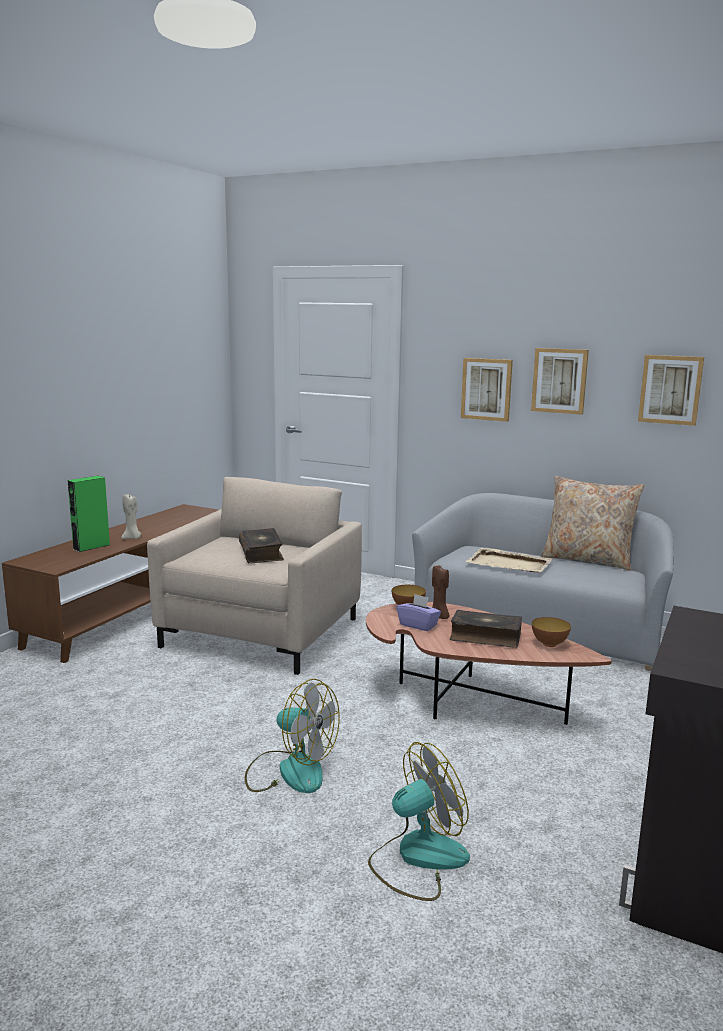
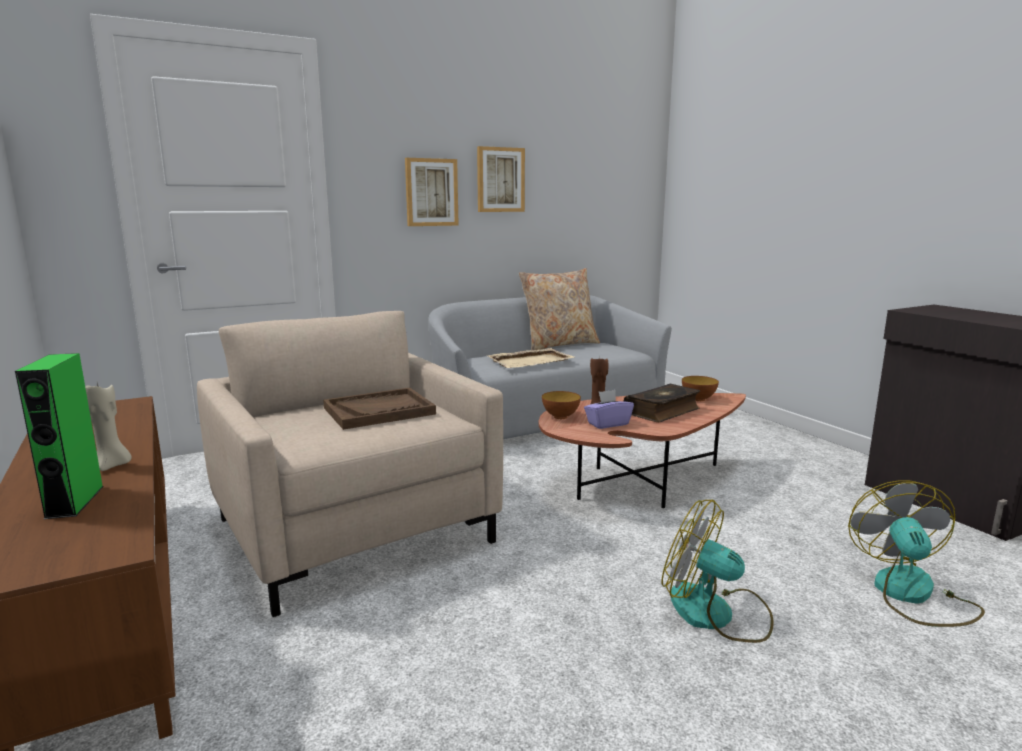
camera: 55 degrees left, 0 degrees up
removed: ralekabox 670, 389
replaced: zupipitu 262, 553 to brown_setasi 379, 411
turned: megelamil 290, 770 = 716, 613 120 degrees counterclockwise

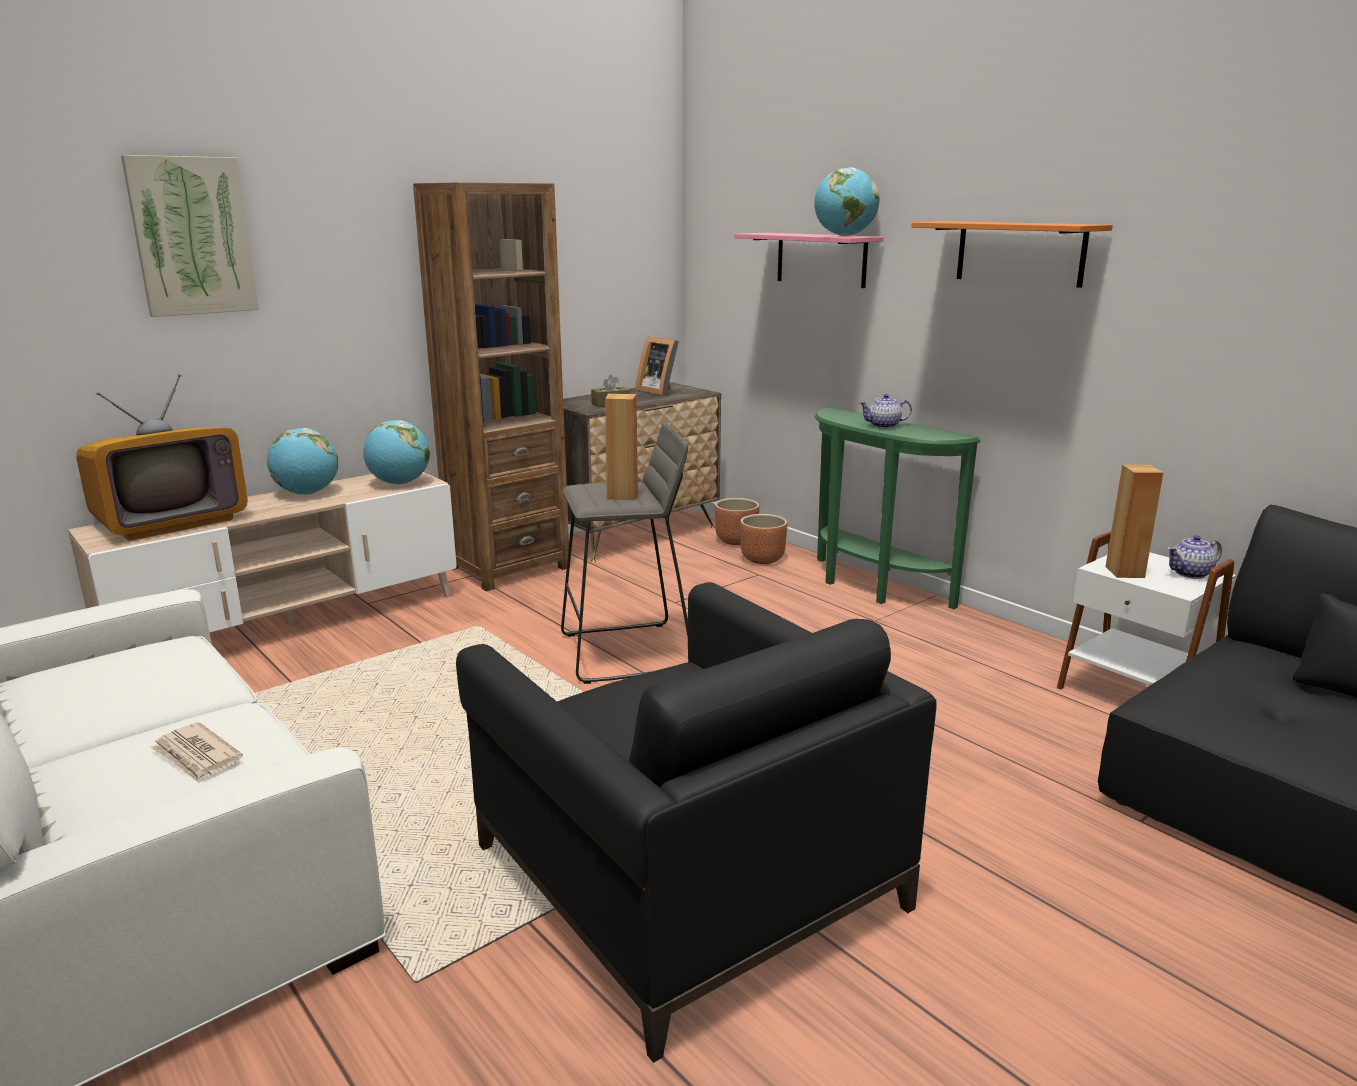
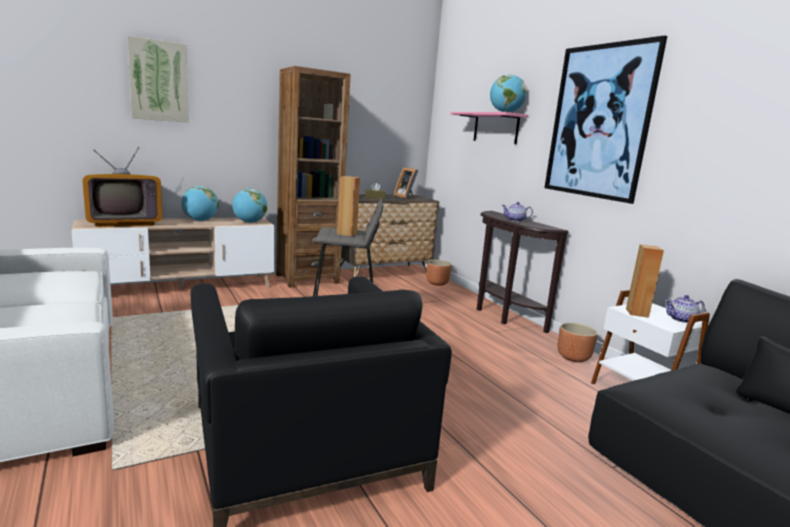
camera: 10 degrees right, 5 degrees down
removed: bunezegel 196, 756
moved: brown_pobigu 762, 559 to 573, 358
replaced: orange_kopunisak 1020, 253 to ralekabox 599, 122
recoloured: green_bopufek 870, 587 to brown_bopufek 501, 315

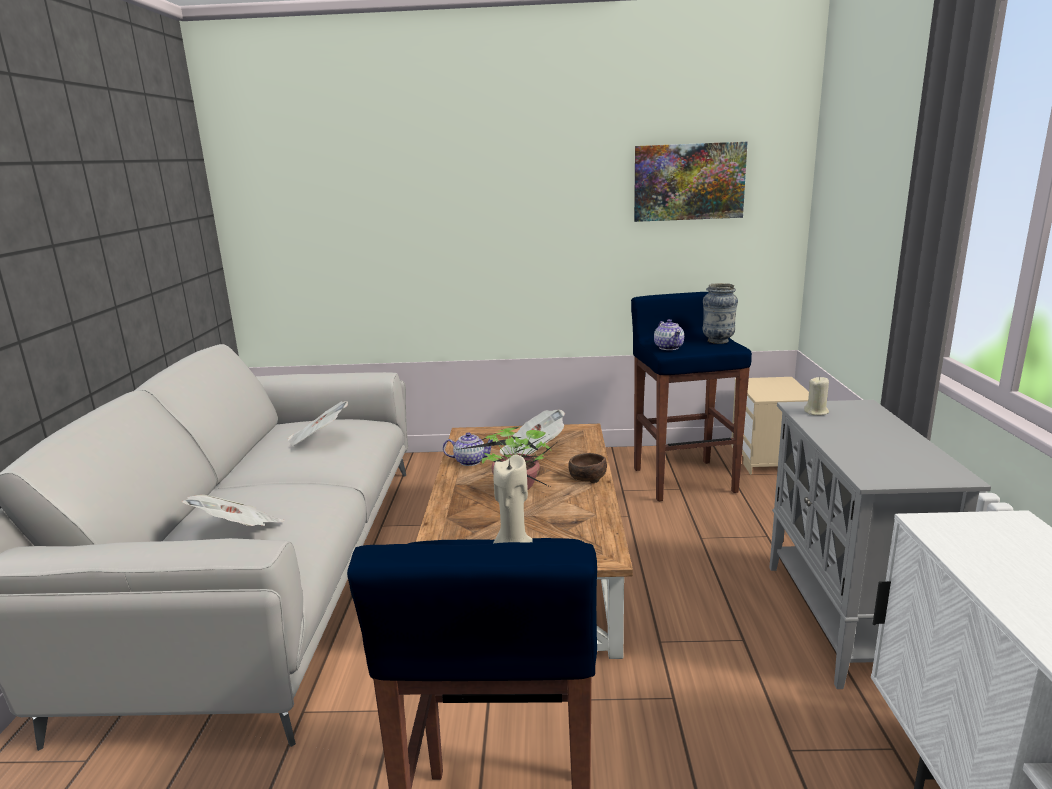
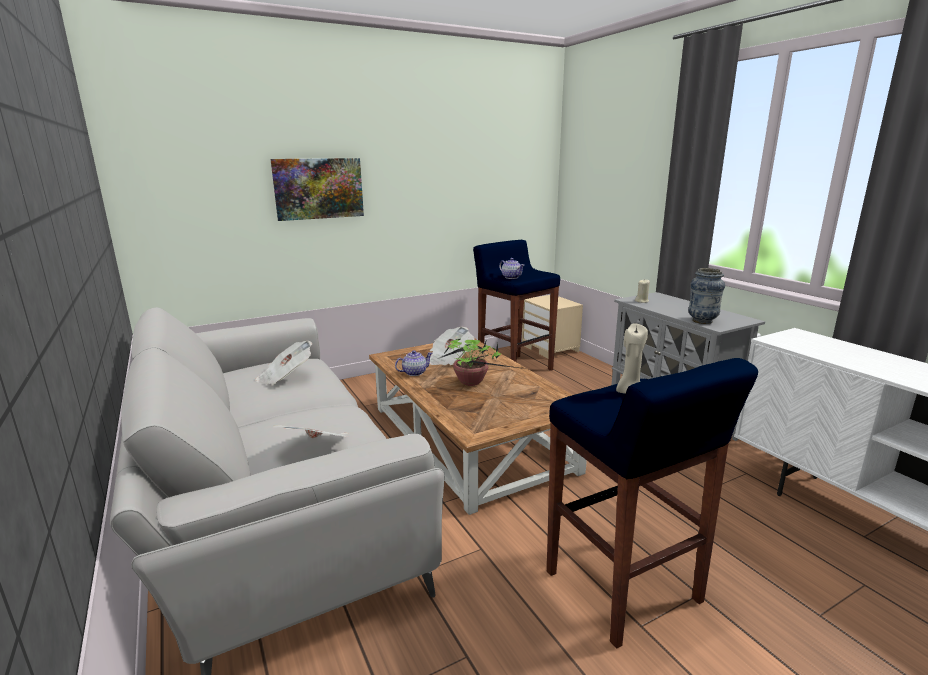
camera: 30 degrees left, 0 degrees up
removed: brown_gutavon 586, 478
moved: ralekabox 688, 182 to 318, 188; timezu 718, 341 to 702, 321

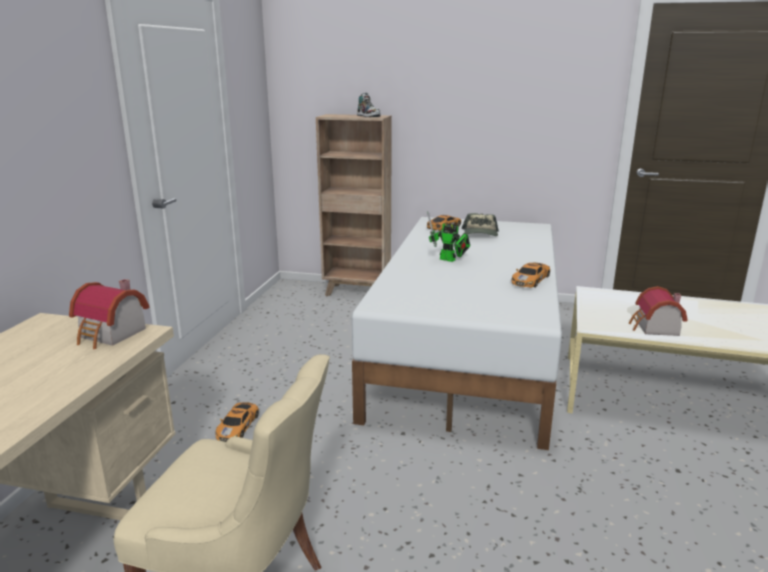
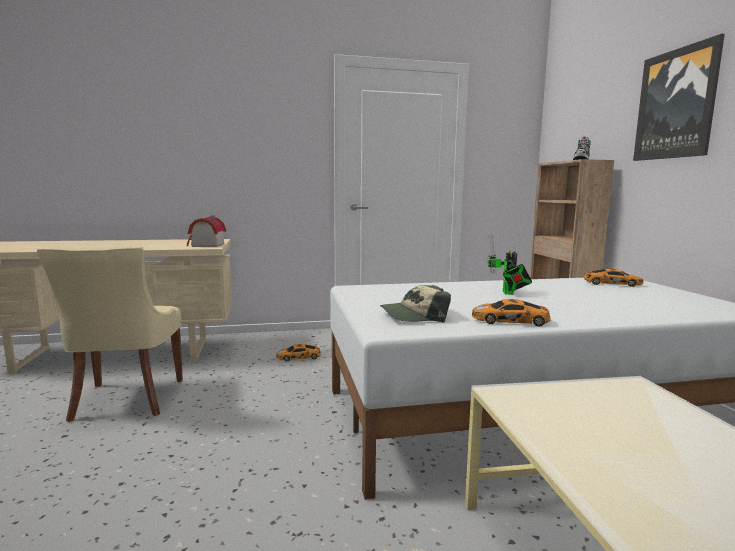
camera: 65 degrees right, 10 degrees down
removed: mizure 654, 328
added: ralekabox 676, 104
moved: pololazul 480, 234 to 414, 316

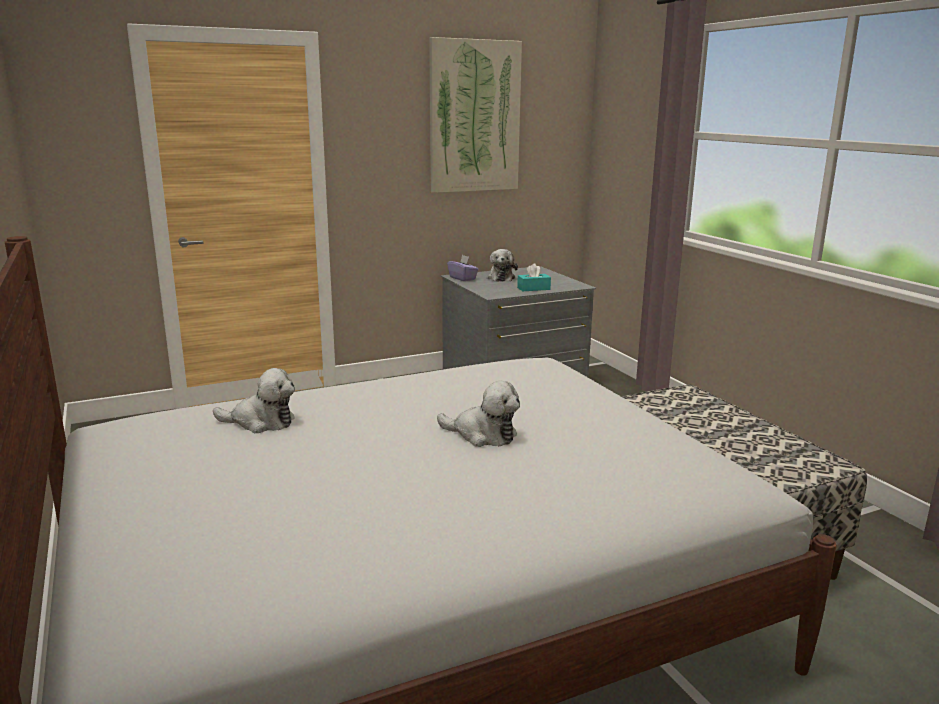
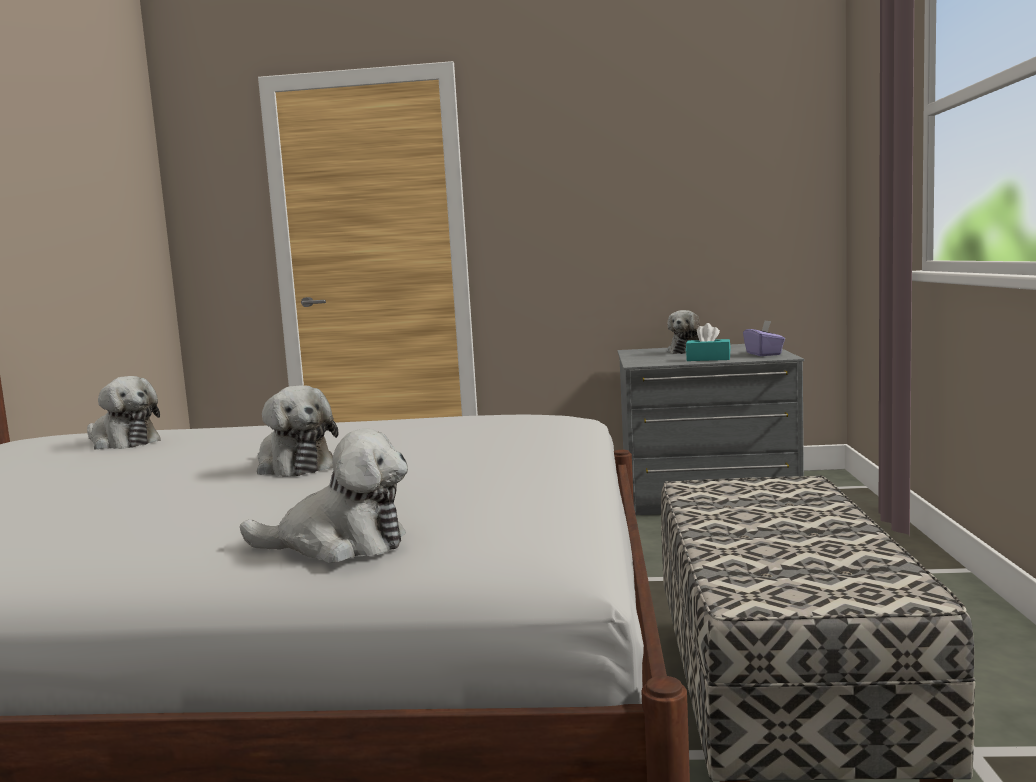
camera: 30 degrees right, 10 degrees down
removed: ralekabox 474, 117
added: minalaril 339, 544
moved: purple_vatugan 463, 278 to 764, 354

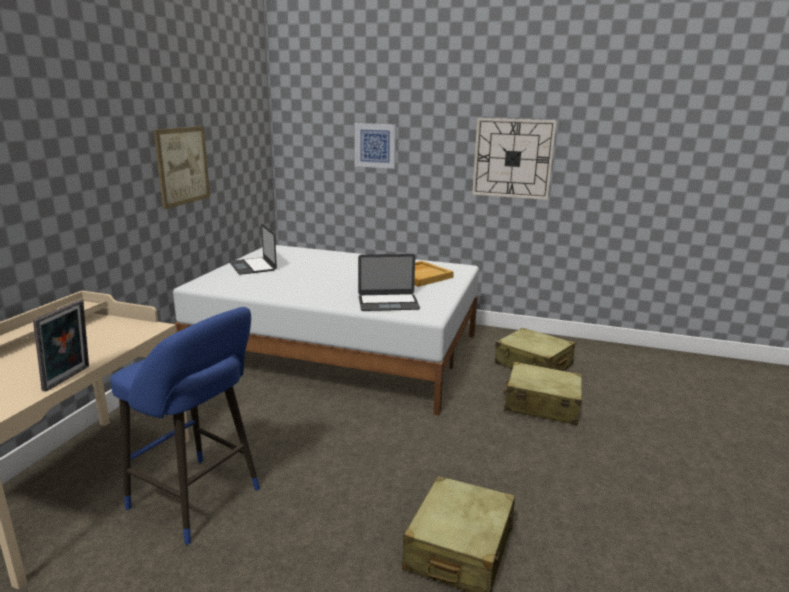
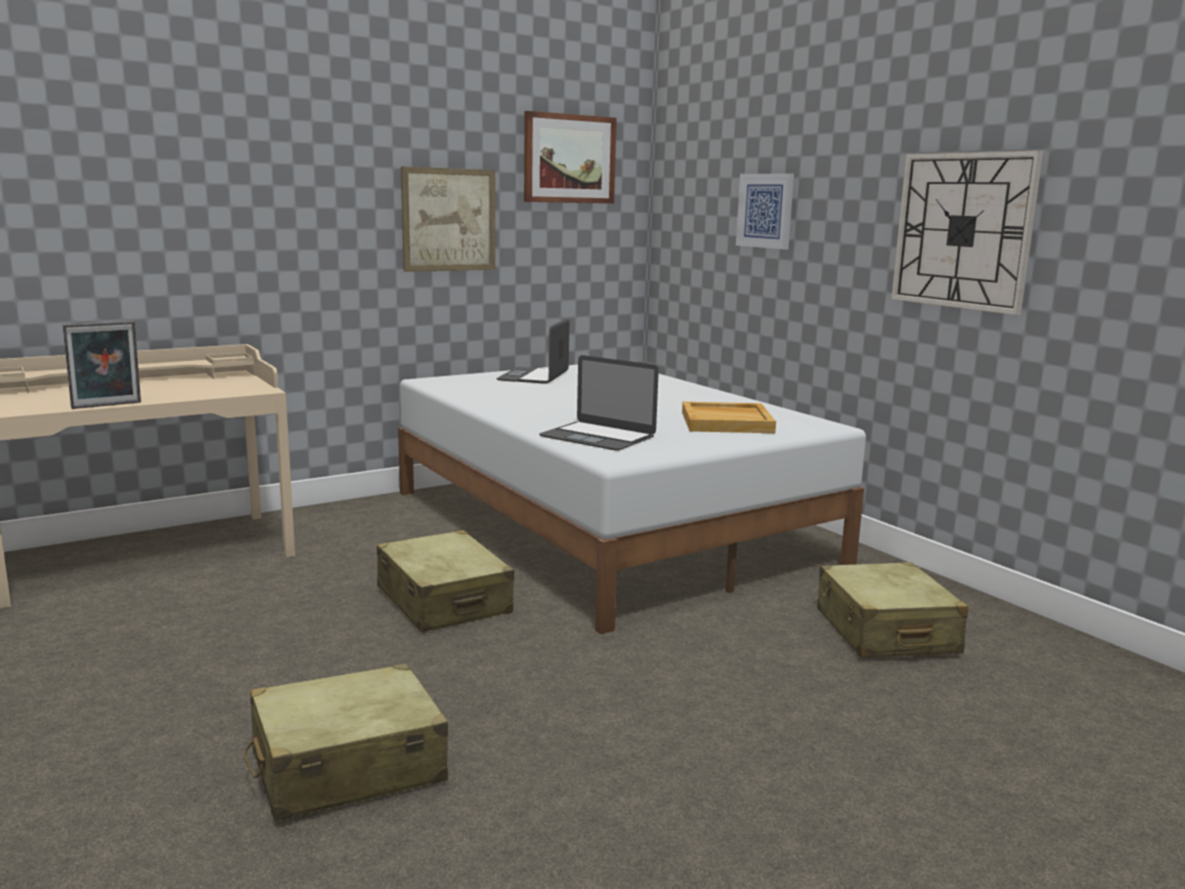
camera: 40 degrees right, 5 degrees down
removed: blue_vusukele 199, 501
added: ralekabox 569, 159
moved: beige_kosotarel 541, 405 to 444, 601

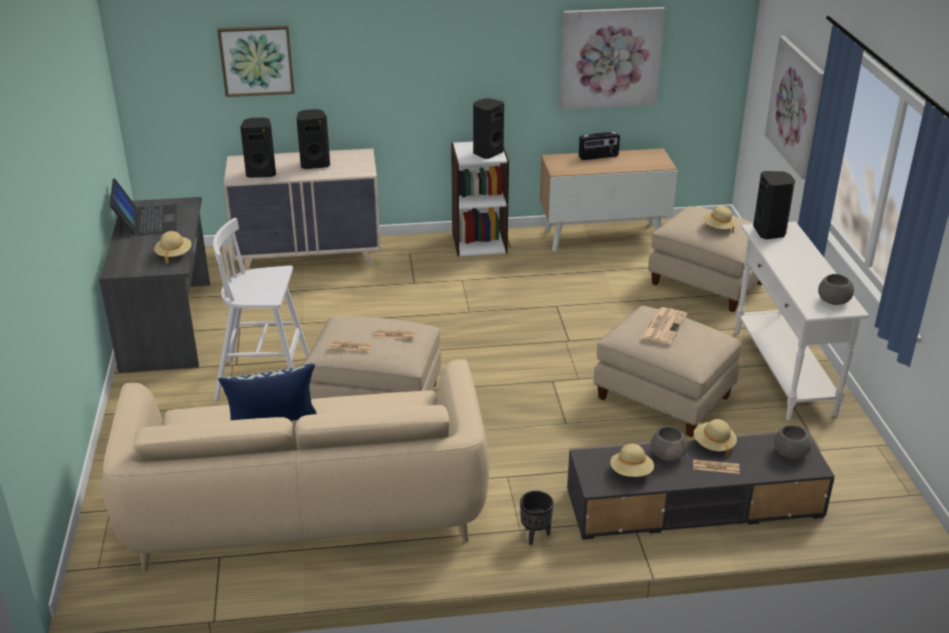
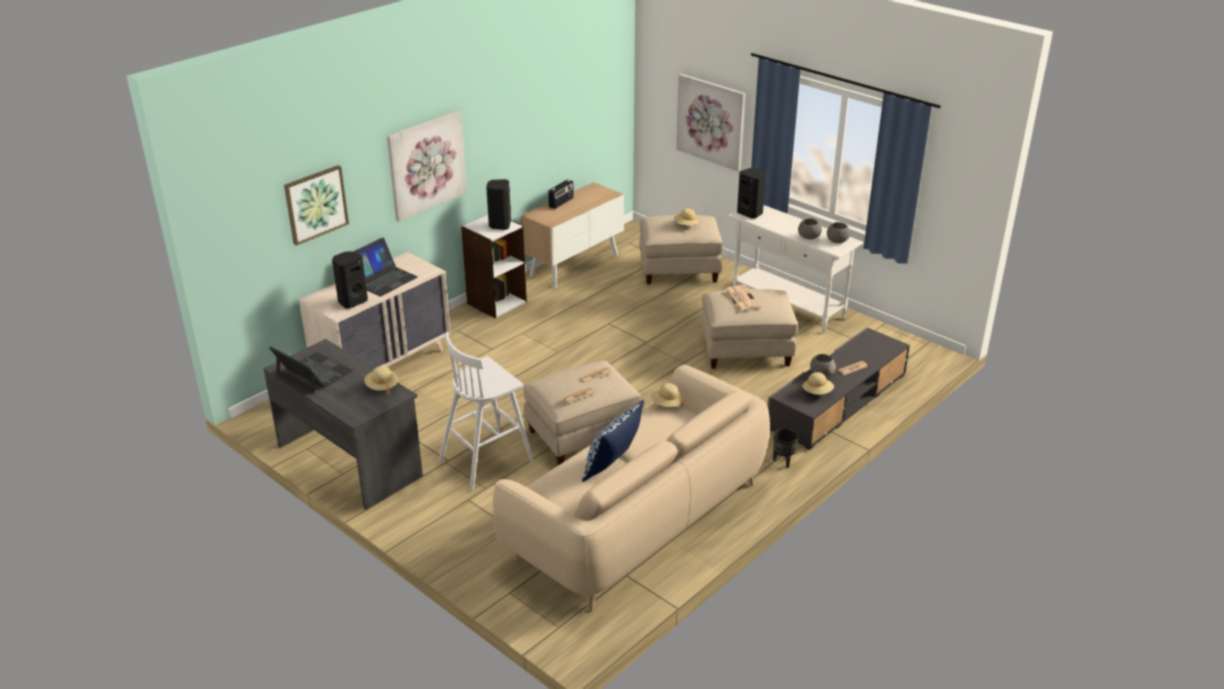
camera: 40 degrees left, 0 degrees up
moved: ralekabox 610, 58 to 426, 165; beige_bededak 713, 445 to 666, 403; grey_gutavon 789, 453 to 808, 237
replaced: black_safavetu 315, 164 to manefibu 383, 279

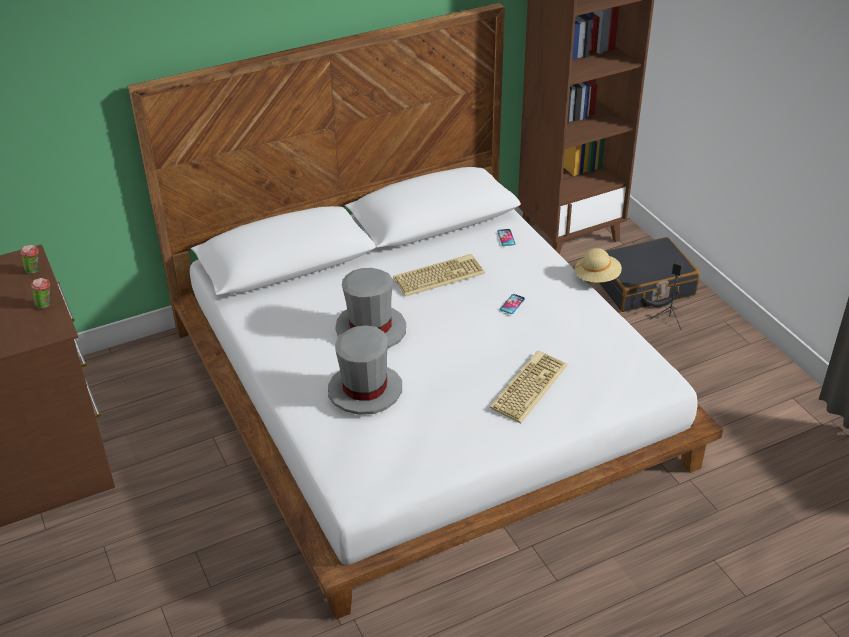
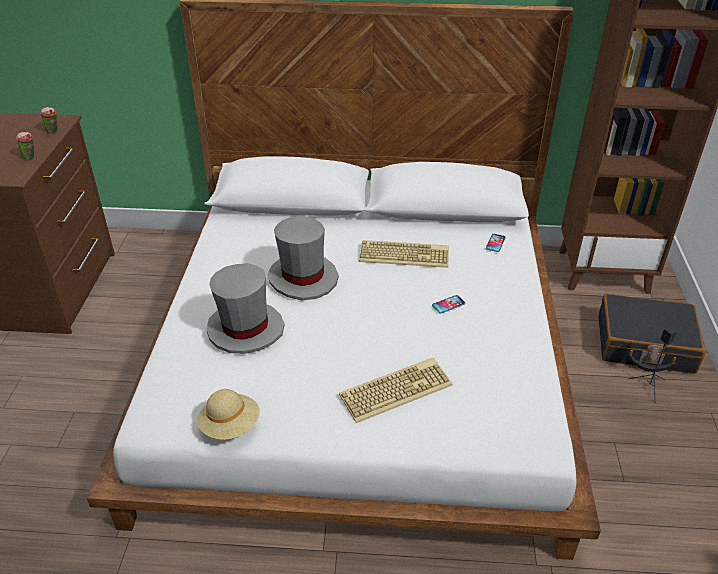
camera: 30 degrees right, 0 degrees up
moved: beige_bededak 597, 277 to 230, 426

